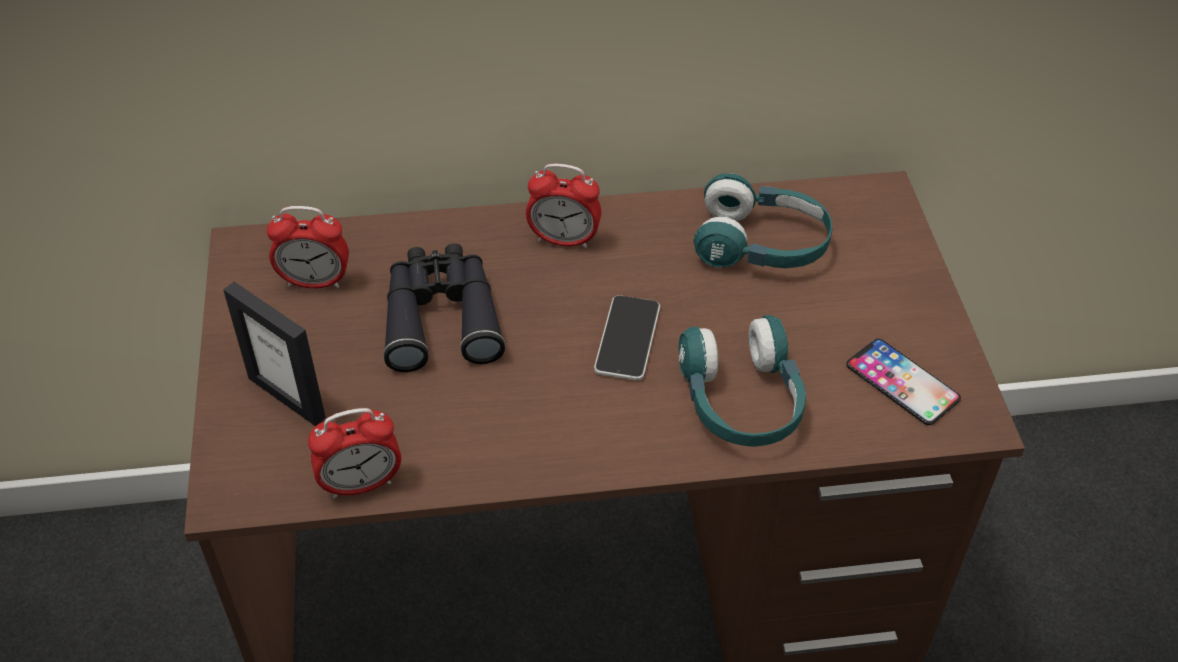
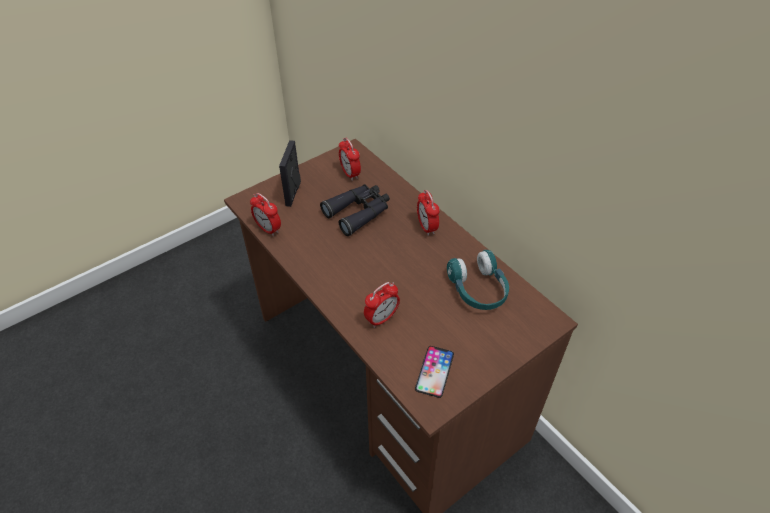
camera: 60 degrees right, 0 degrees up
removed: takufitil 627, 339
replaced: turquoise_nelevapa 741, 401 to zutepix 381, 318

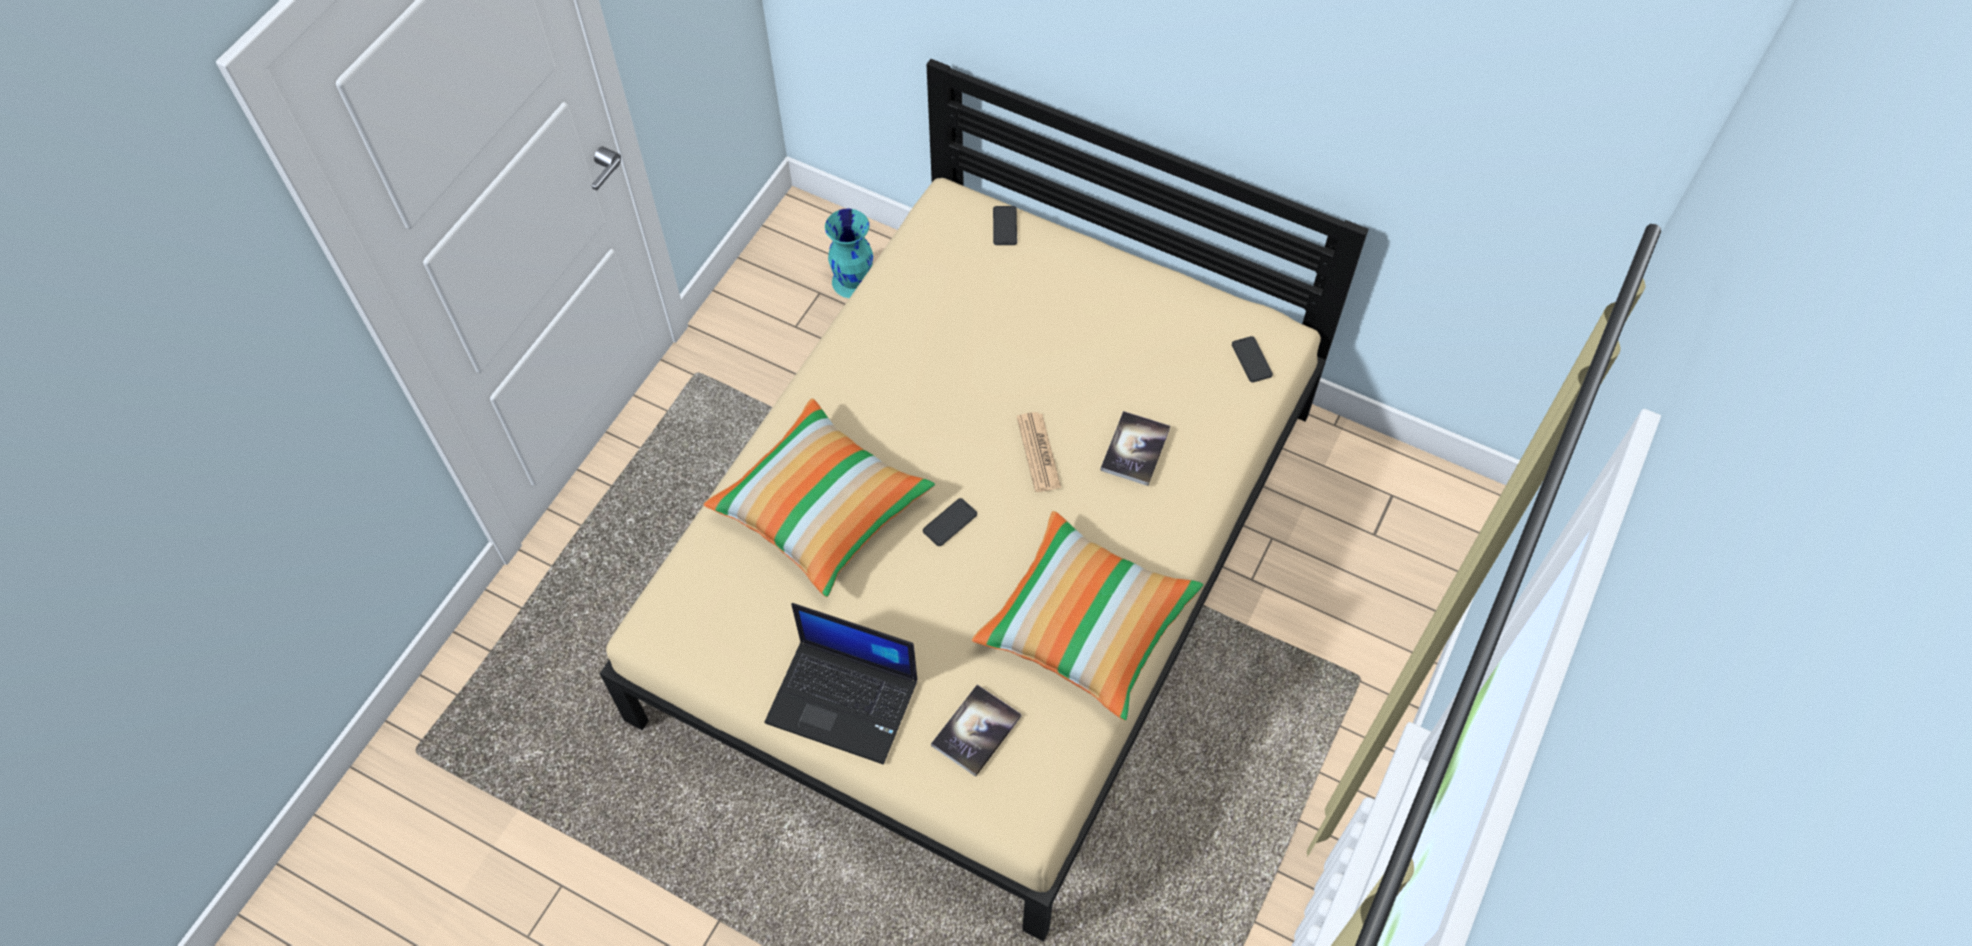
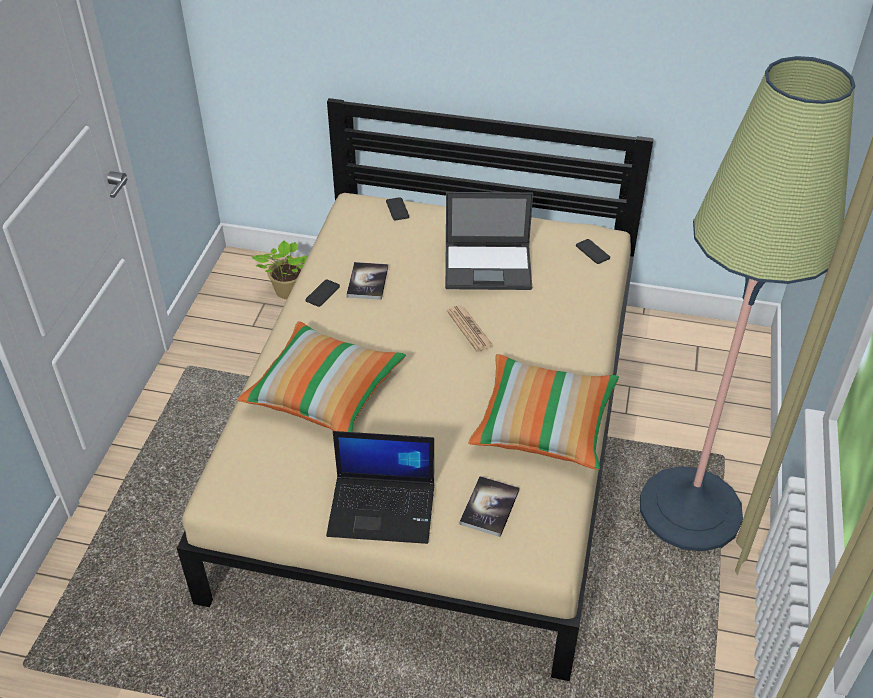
camera: 15 degrees left, 15 degrees down
added: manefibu 489, 267; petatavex 690, 510
moved: takufitil 950, 522 to 322, 293; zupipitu 1135, 449 to 367, 282
replaced: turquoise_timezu 854, 281 to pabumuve 287, 292

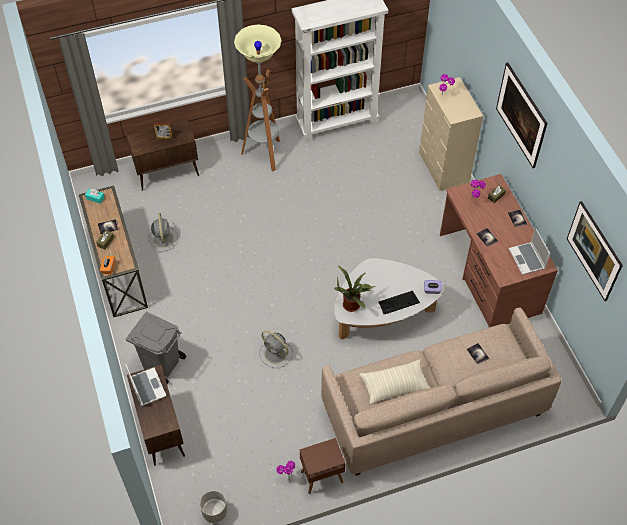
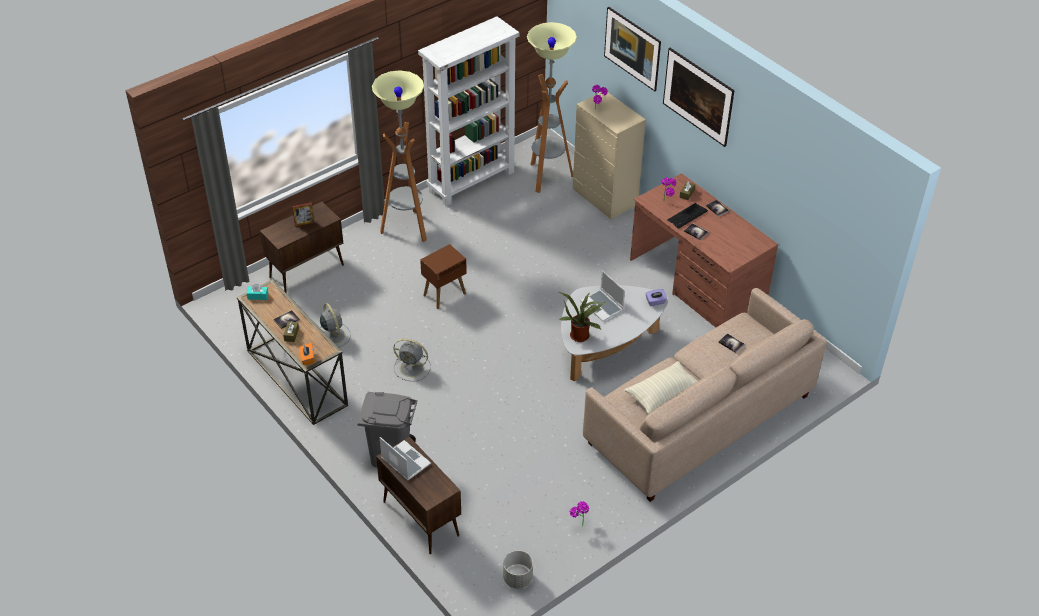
camera: 20 degrees left, 10 degrees down
added: petatavex 547, 177
moved: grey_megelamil 276, 354 to 413, 368; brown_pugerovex 321, 477 to 444, 295; manefibu 527, 259 to 602, 306; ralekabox 590, 260 to 631, 60; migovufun 398, 303 to 687, 216

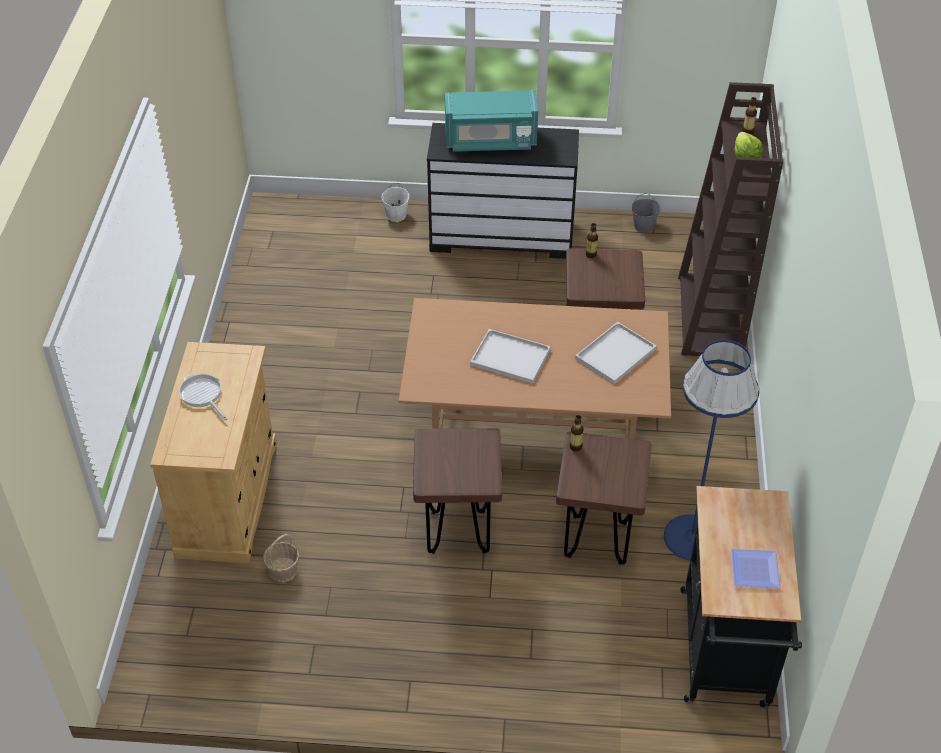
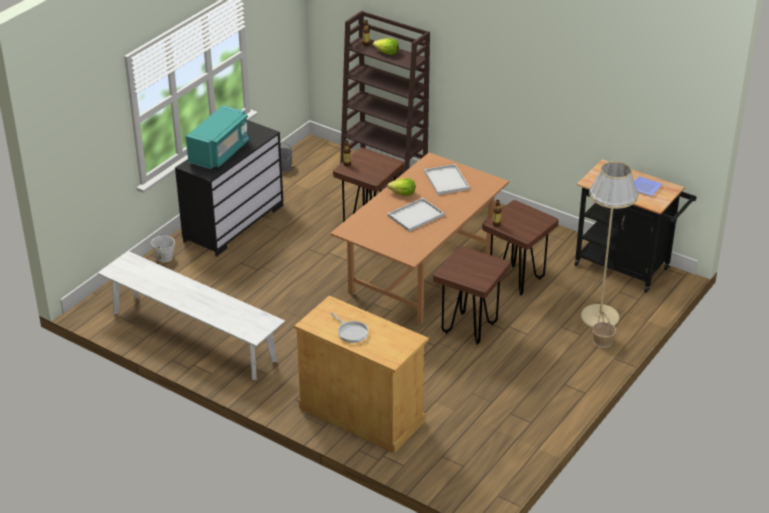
camera: 60 degrees left, 10 degrees down
removed: blue_petatavex 692, 537
added: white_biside 193, 336; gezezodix 402, 193; beige_petatavex 600, 316
moved: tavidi 283, 570 to 602, 342
turned: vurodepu 202, 395 = 351, 332 120 degrees counterclockwise

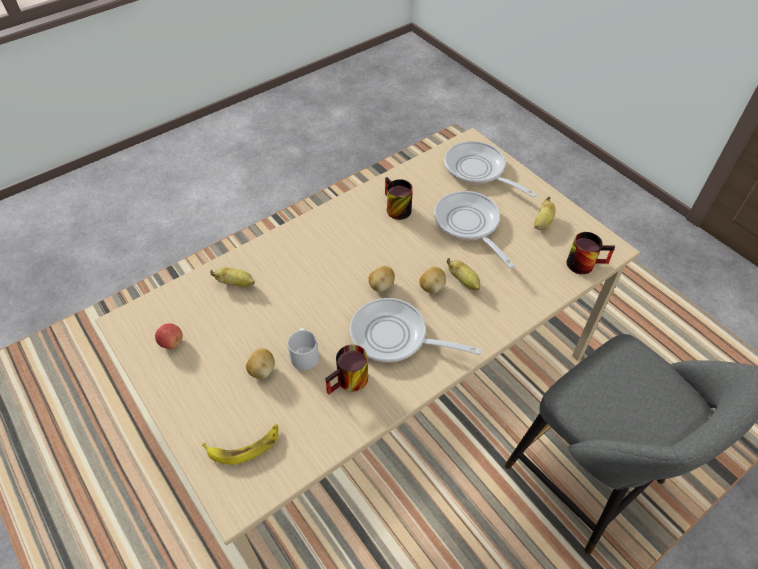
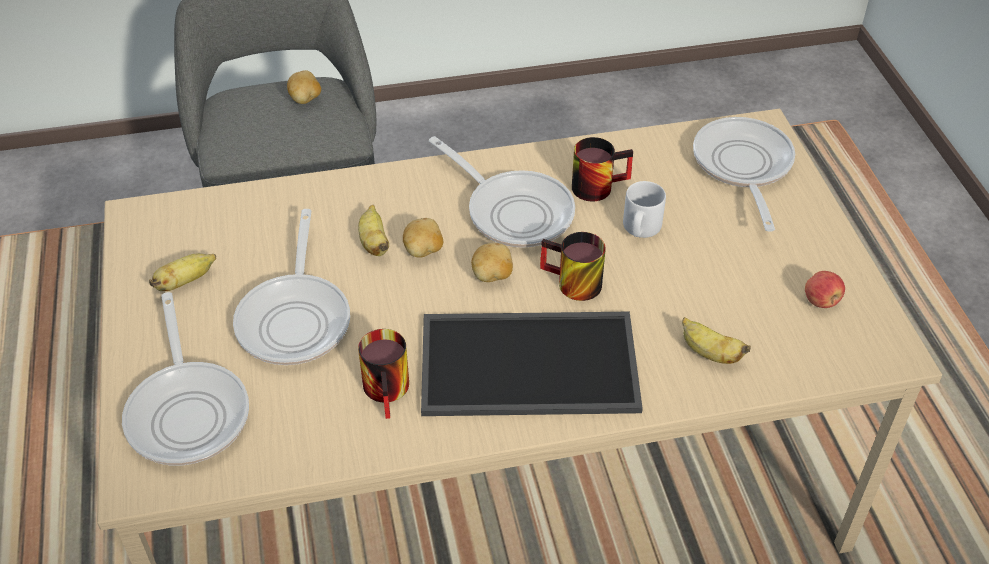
camera: 155 degrees left, 5 degrees down
added: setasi 526, 367
moved: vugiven 262, 370 to 305, 99; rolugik 584, 262 to 571, 285
replaced: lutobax 244, 446 to vurodepu 743, 167

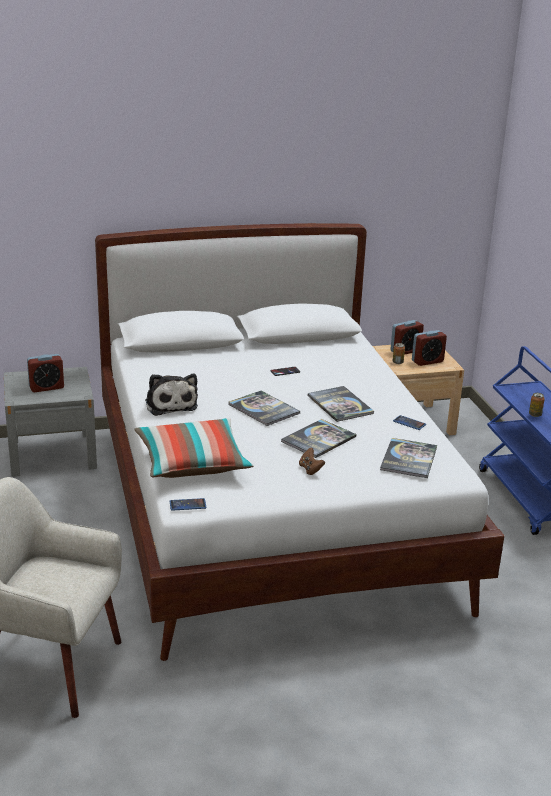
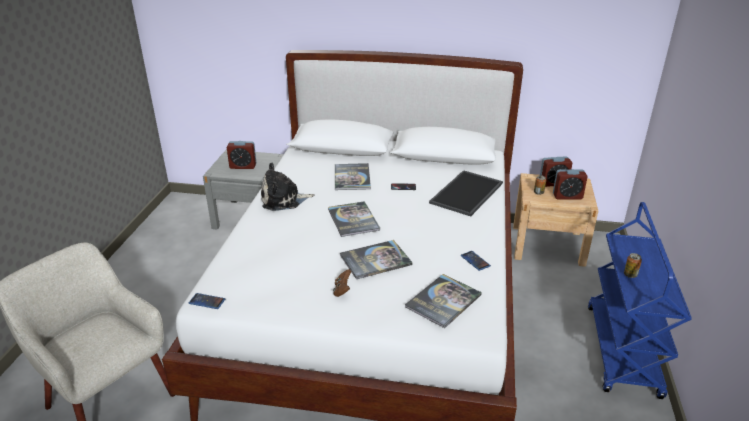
camera: 25 degrees right, 5 degrees up
removed: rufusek 192, 463
added: setasi 467, 193
moved: zupipitu 340, 405 to 352, 177
turned: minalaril 170, 404 = 283, 200 75 degrees clockwise

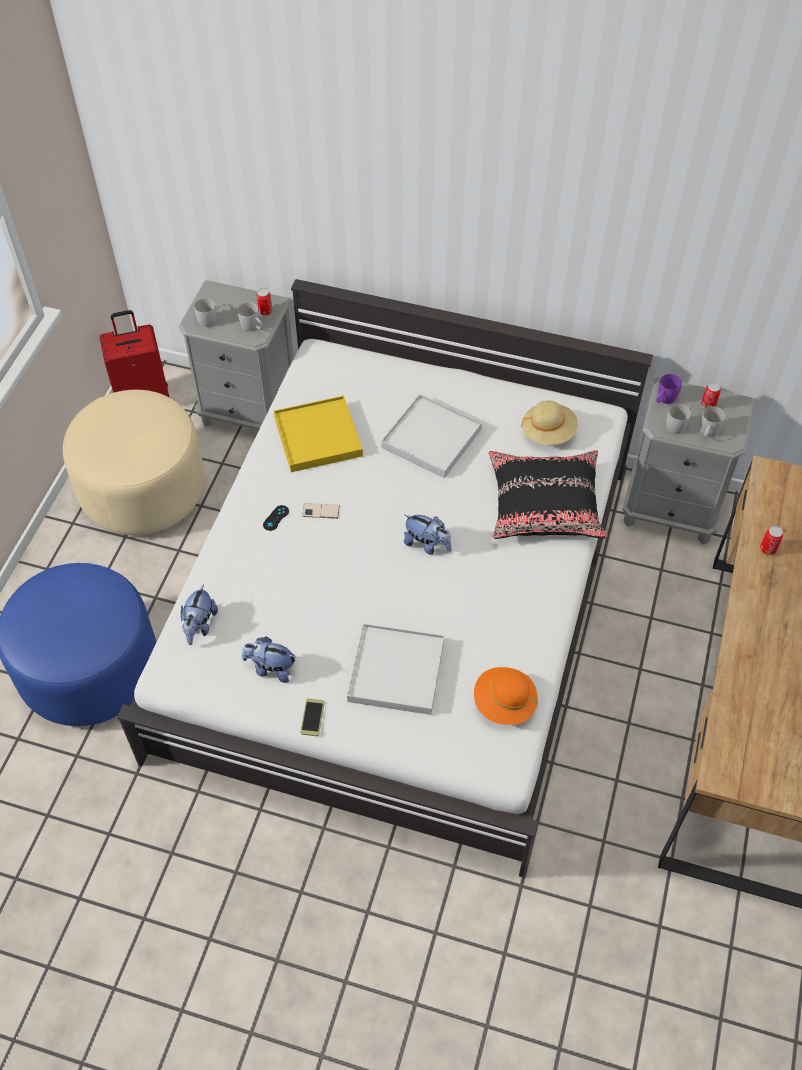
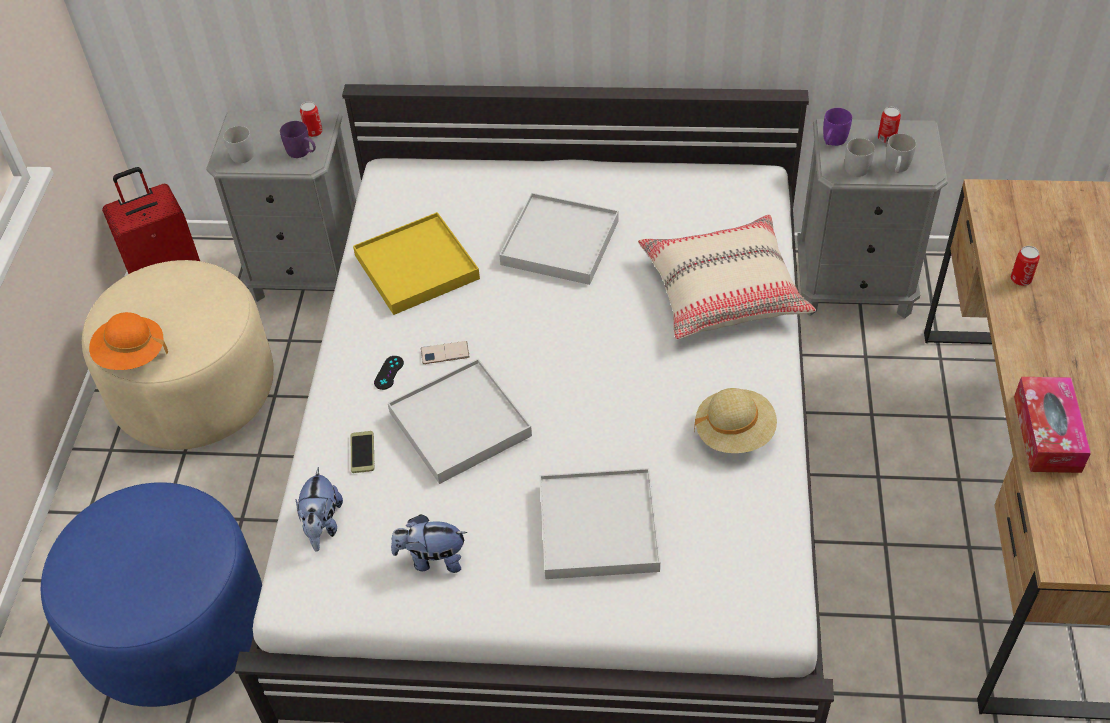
camera: 10 degrees left, 5 degrees down
removed: minalaril 427, 544
added: white_setasi 459, 424; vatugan 1047, 433
moved: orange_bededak 504, 703 to 131, 355; takufitil 312, 717 to 362, 452; beige_bededak 548, 433 to 734, 433
recoloured: white_rolugik 252, 327 to purple_rolugik 302, 152; black_rufusek 545, 504 to beige_rufusek 723, 290

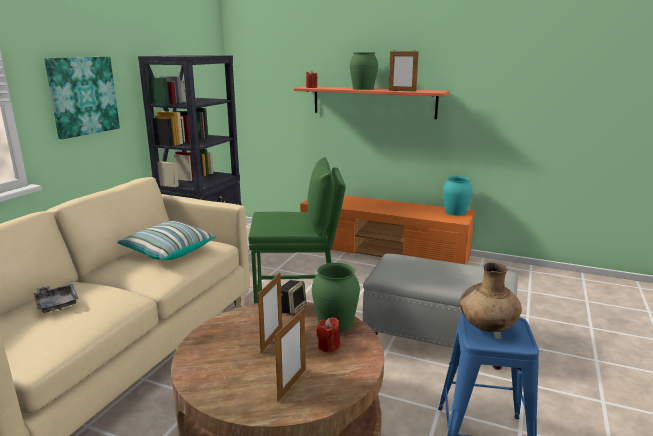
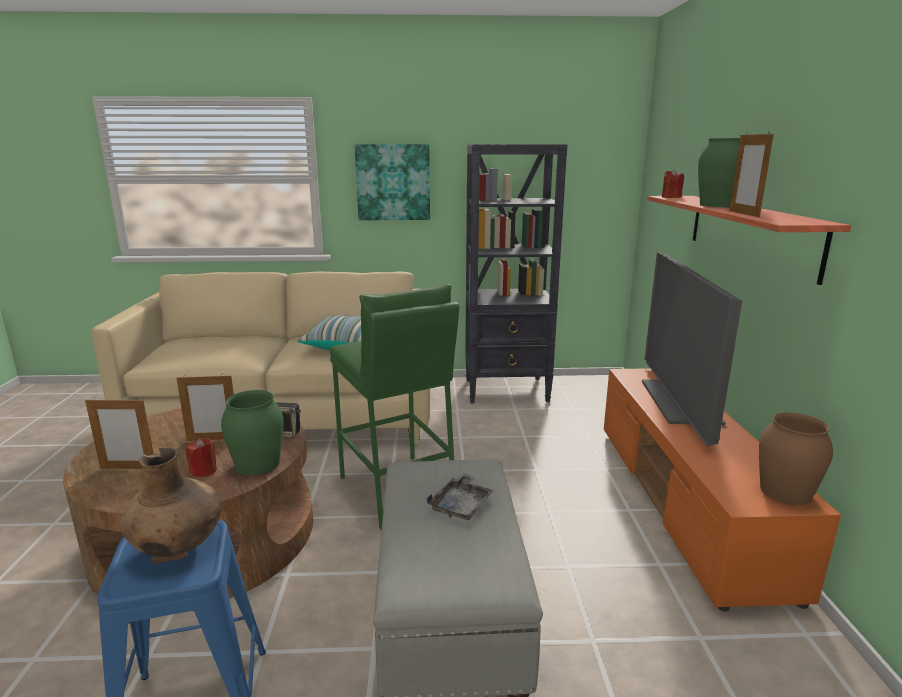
camera: 65 degrees right, 0 degrees up
added: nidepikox 679, 402
moved: grey_setasi 56, 303 to 461, 505
recoloured: turquoise_timezu 455, 212 to brown_timezu 785, 492

